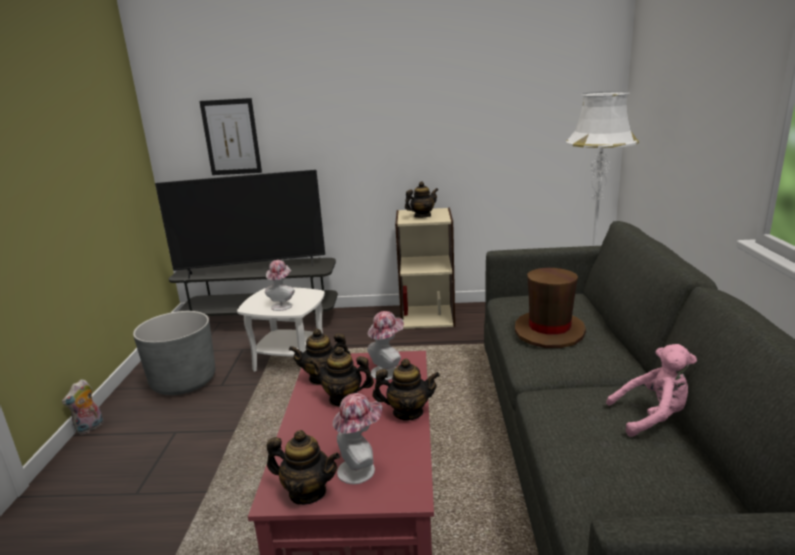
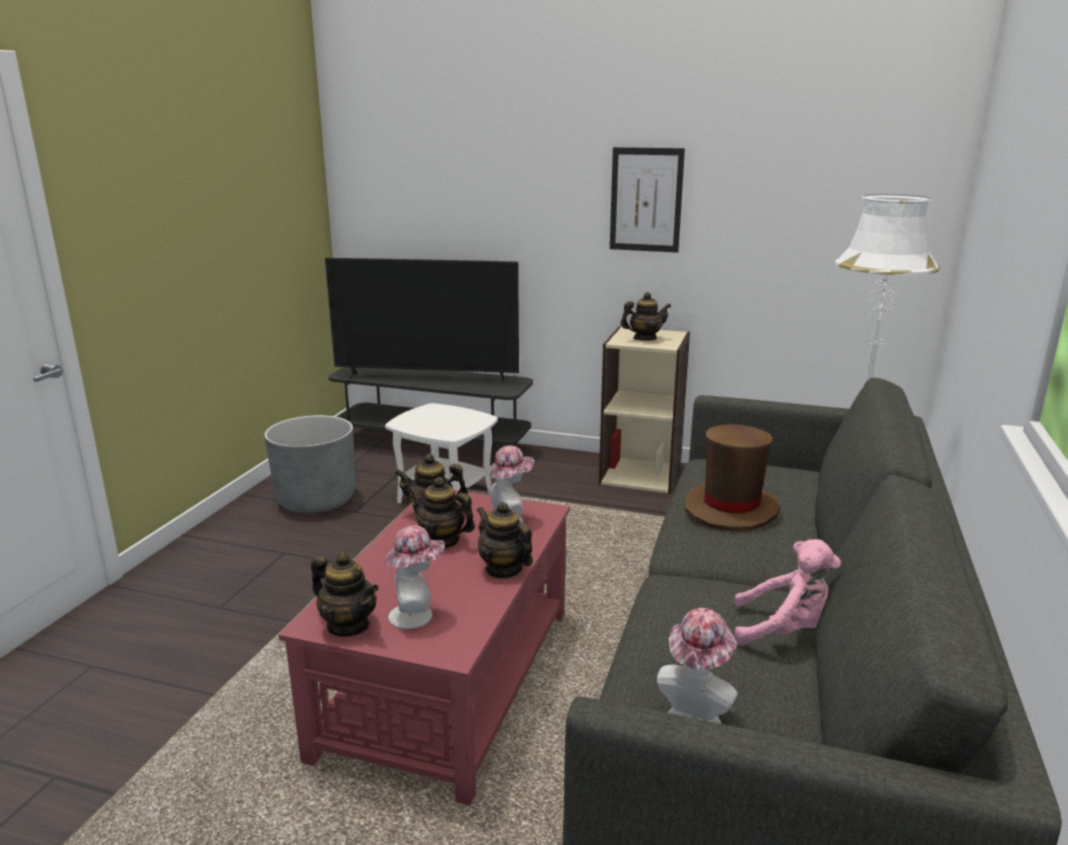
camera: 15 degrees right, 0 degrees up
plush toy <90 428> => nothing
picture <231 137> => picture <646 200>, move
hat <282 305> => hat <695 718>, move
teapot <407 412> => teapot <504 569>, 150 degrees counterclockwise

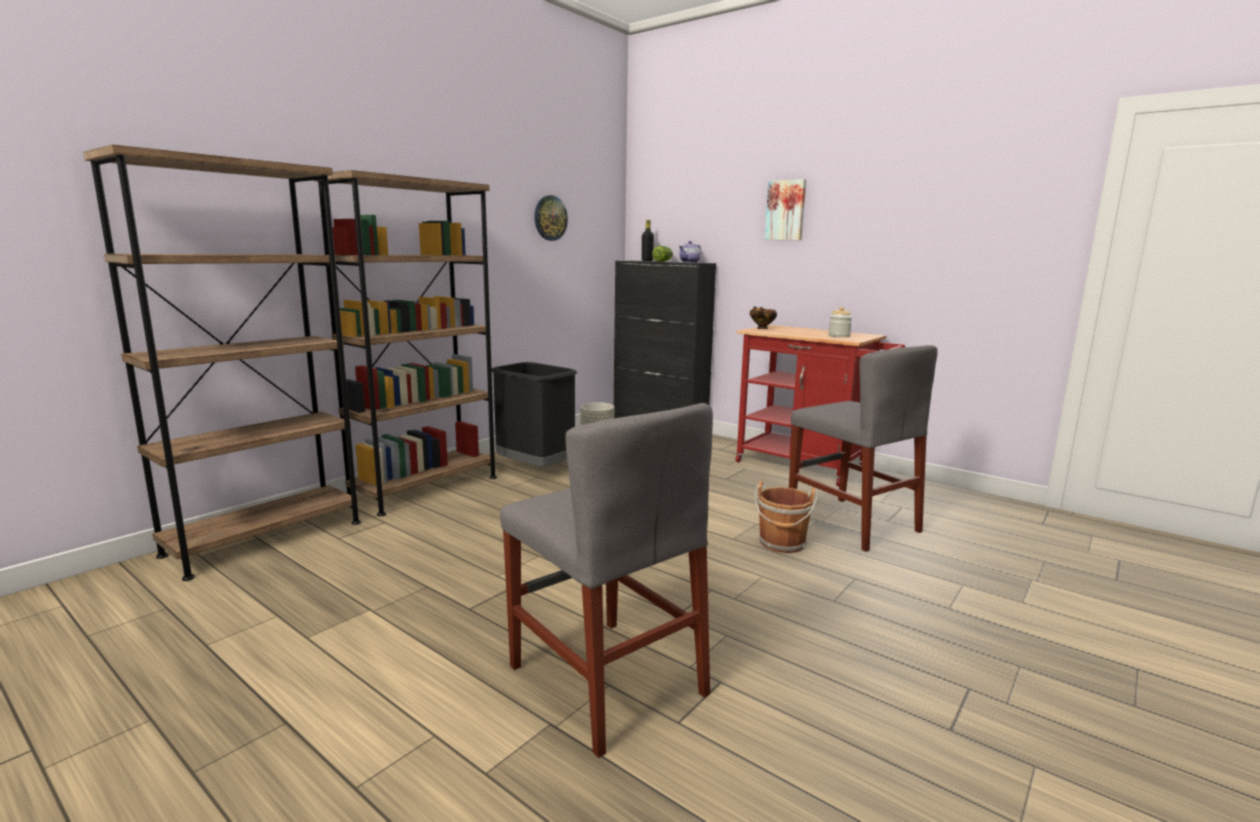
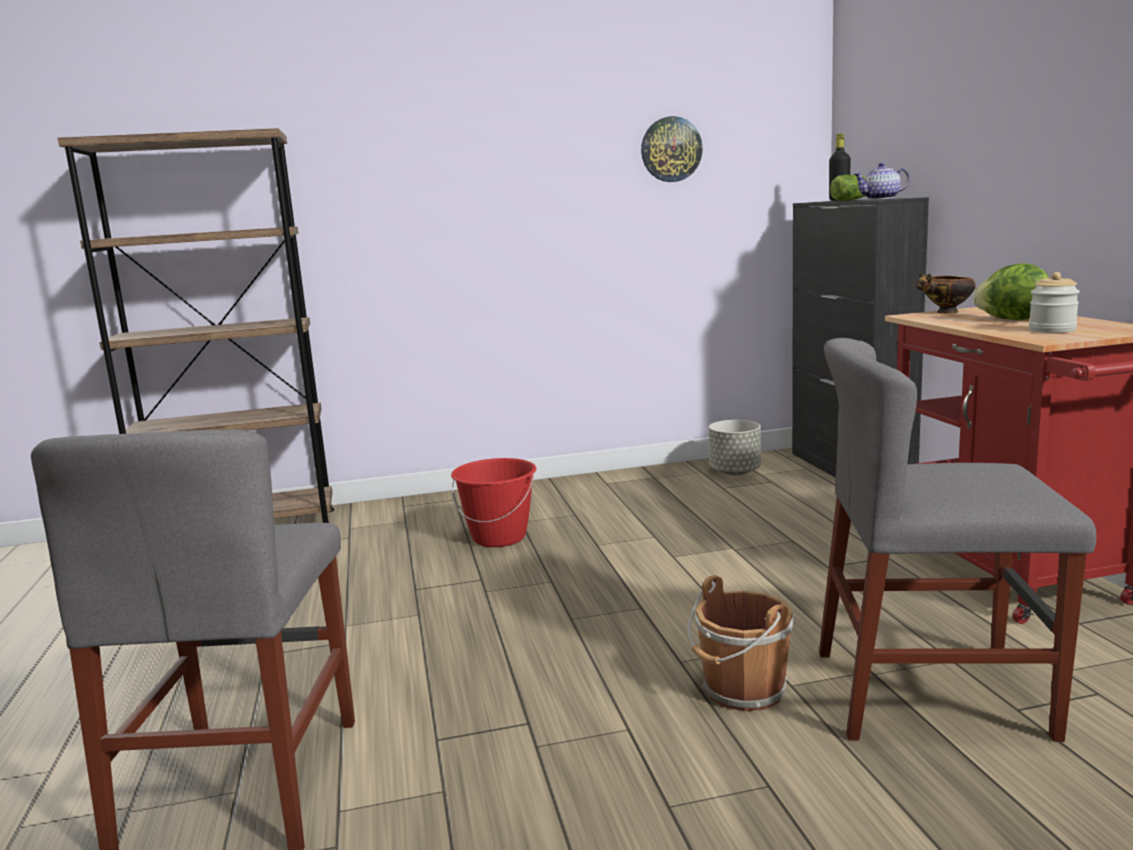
camera: 40 degrees right, 0 degrees up
bookcase/brown <425 488> => nothing
trash can/black <535 469> => nothing
picture <786 210> => nothing
nothing => bucket/red <499 537>
nothing => lettuce <1012 320>
chair/grey <852 523> => chair/grey <930 693>, 90 degrees clockwise

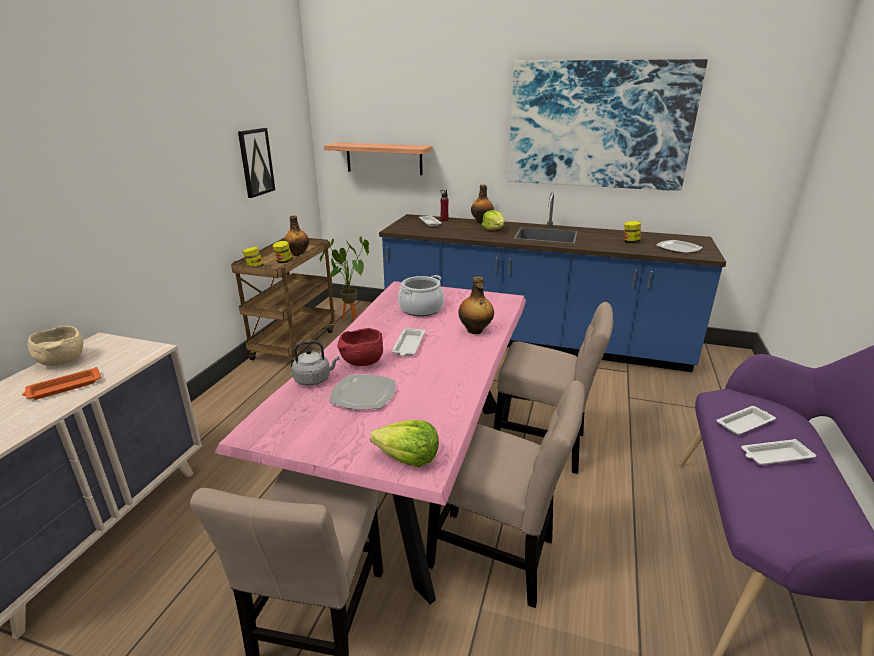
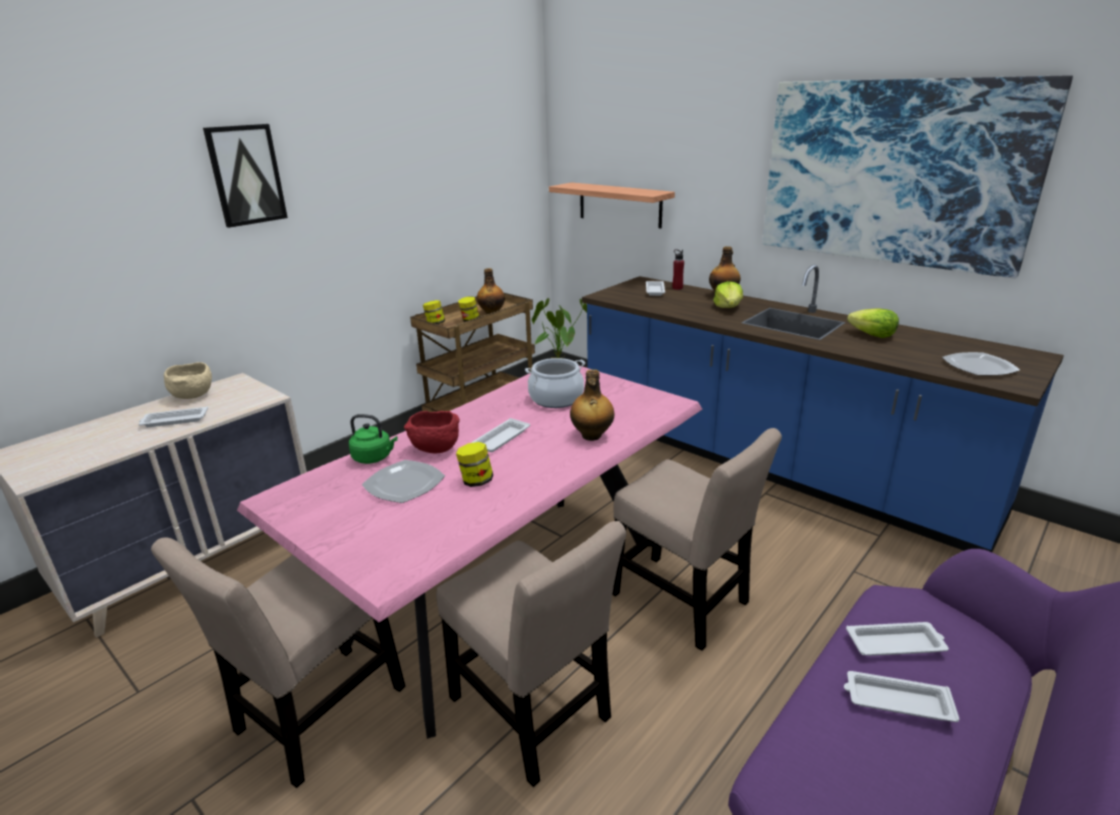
camera: 25 degrees right, 0 degrees up
picture <256 162> => picture <246 175>, move
lettuce <408 458> => lettuce <872 335>, move
jar <630 242> => jar <476 481>, move
tray/orange <63 387> => tray/white <174 420>
kettle/grey <314 379> => kettle/green <374 458>

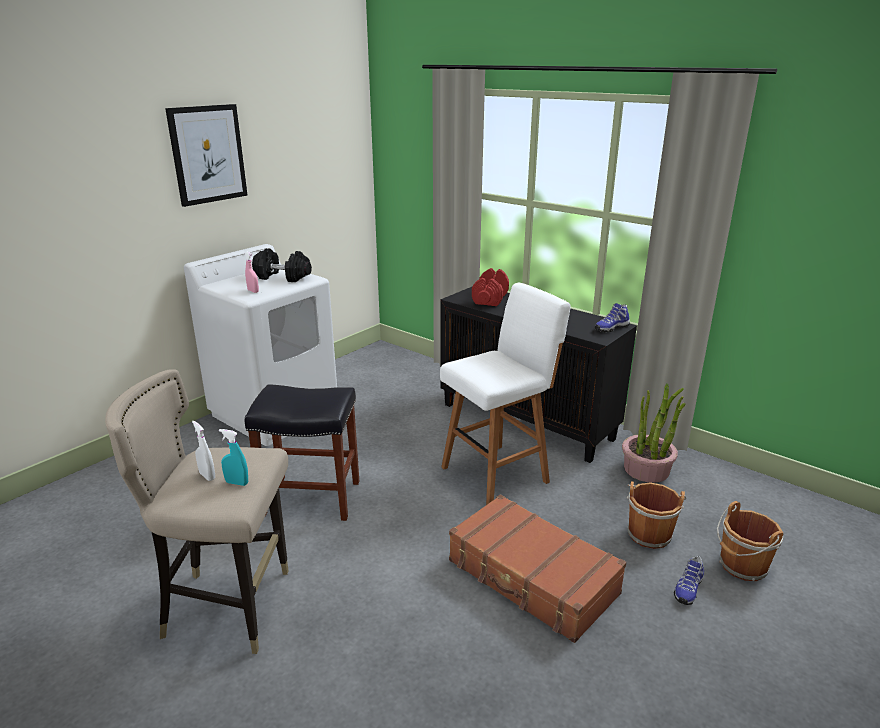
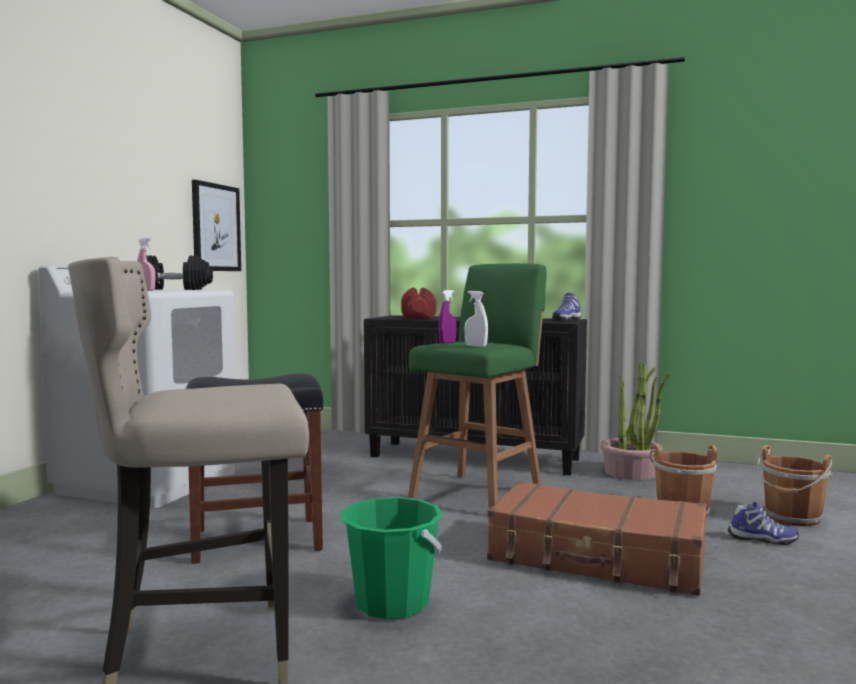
camera: 20 degrees left, 20 degrees down
spray bottle/turquoise <237 483> => nothing
nothing => bucket/green <392 603>
nothing => spray bottle/purple <447 342>
picture <207 154> => picture <215 227>, move
spray bottle/white <207 476> => spray bottle/white <476 346>, move
stool/white <497 473> => stool/green <478 493>
shoe <687 589> => shoe <762 540>, 90 degrees counterclockwise

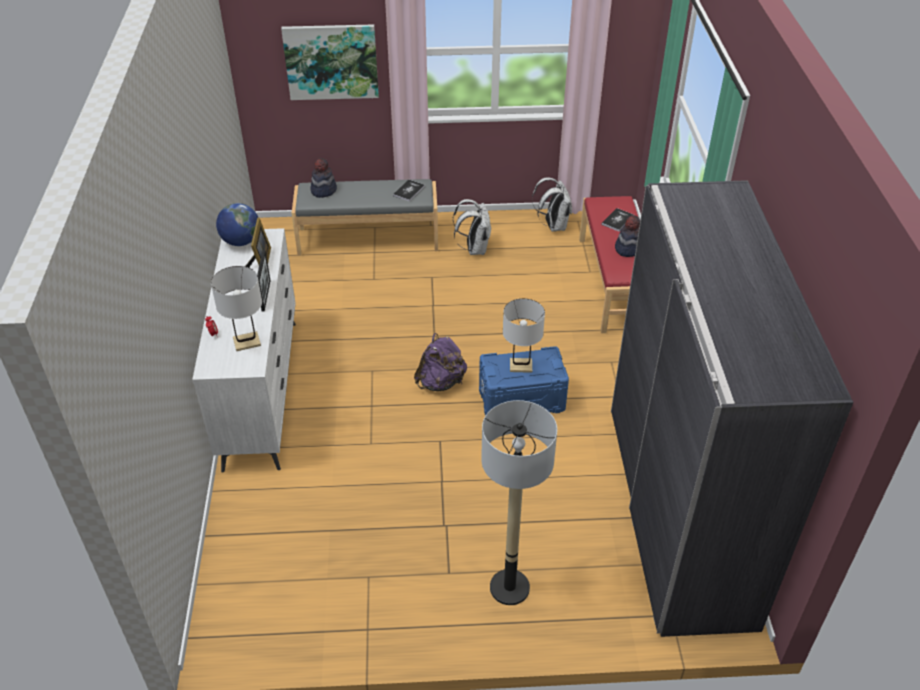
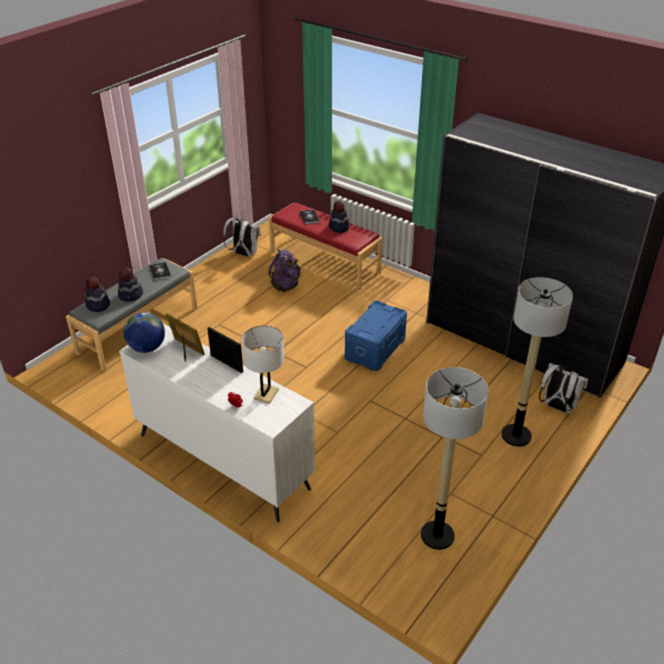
camera: 50 degrees left, 5 degrees down
picture <331 61> => nothing
table lamp/white <521 366> => nothing
nothing => hat <131 295>
nothing => floor lamp <437 536>
backpack/purple <441 382> => backpack/purple <285 286>, move
backpack/white <474 249> => backpack/white <557 407>, move

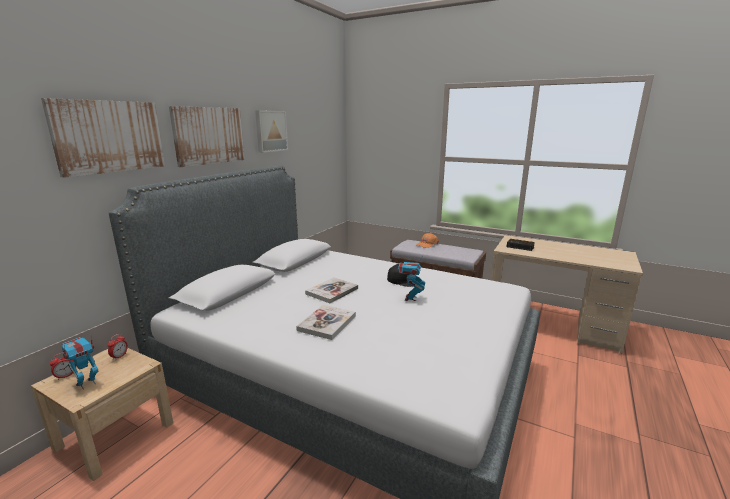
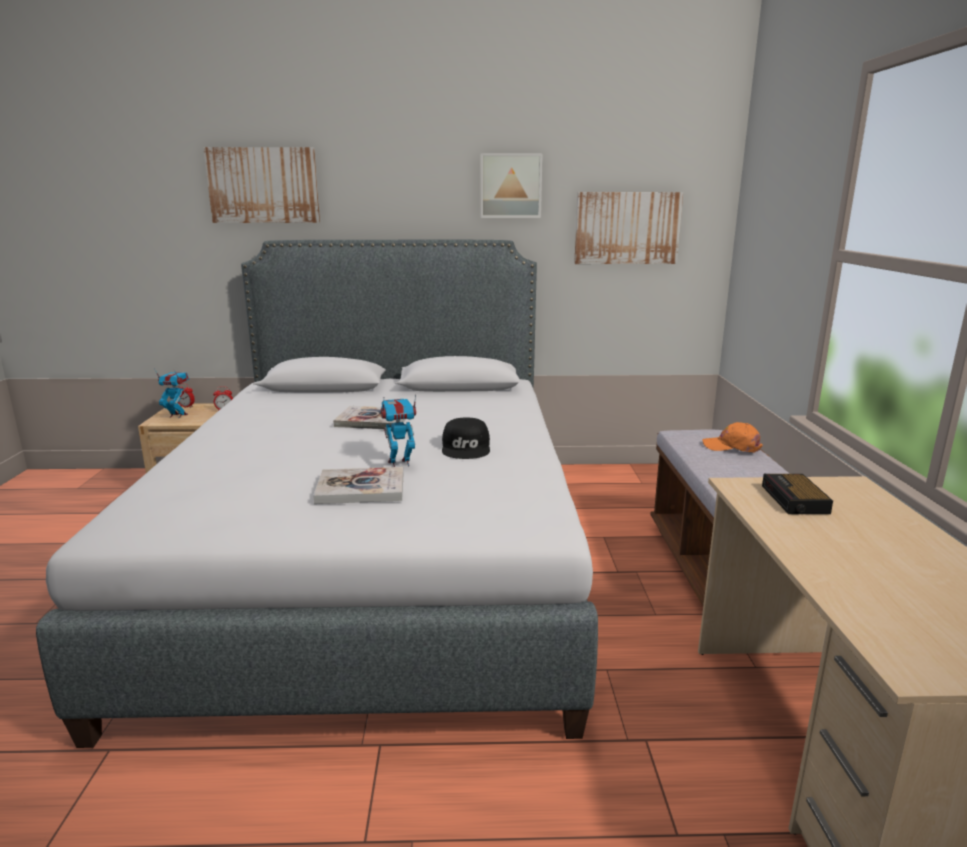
camera: 60 degrees right, 0 degrees up
picture <209 135> => picture <627 228>, move
book <327 323> => book <361 488>, move

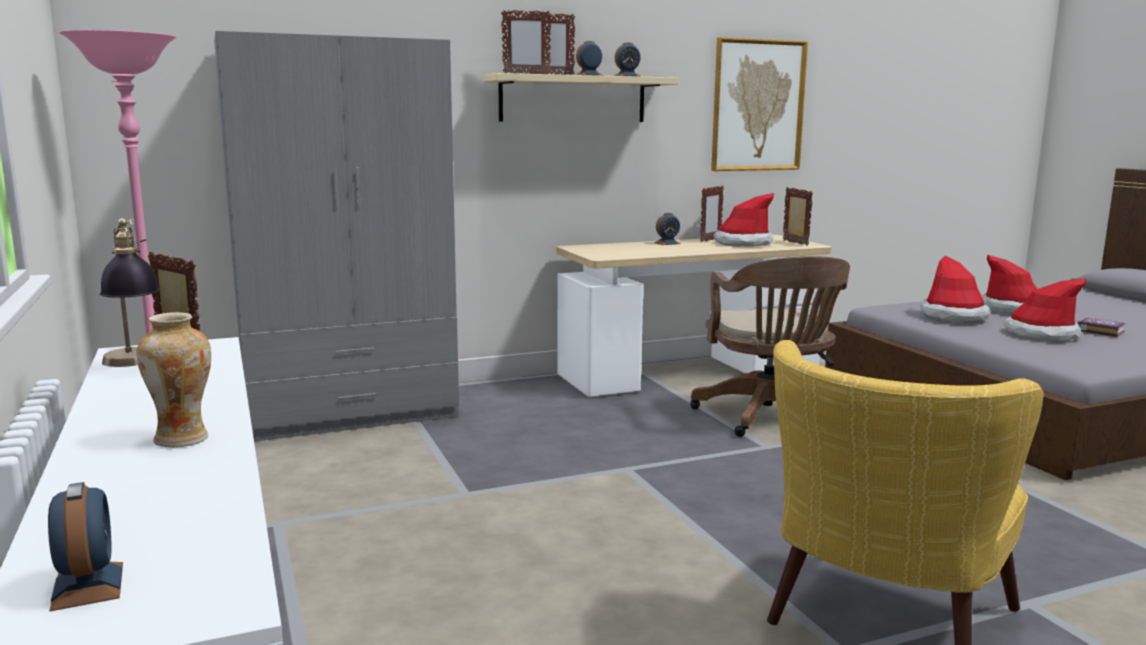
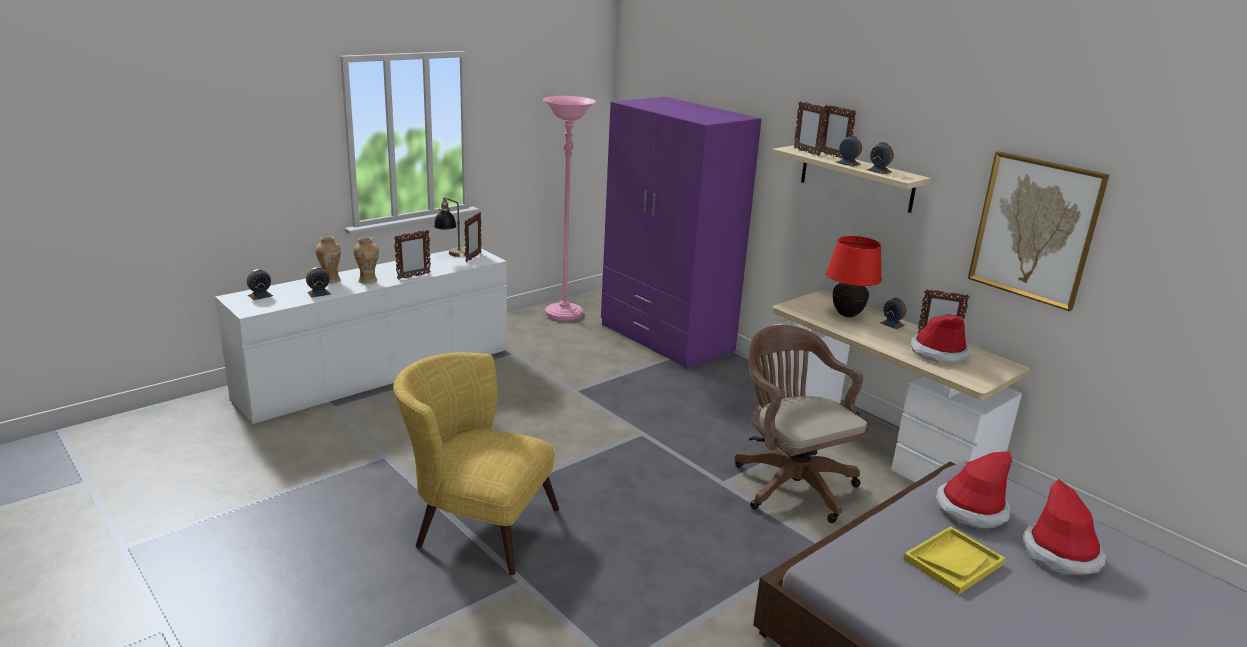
camera: 70 degrees right, 10 degrees up
book <1099 331> => nothing
nothing => alarm clock <319 293>
nothing => vase <331 280>
nothing => table lamp/red <847 314>
picture frame <795 243> => picture frame <413 276>, move
hat <1040 334> => tray/yellow <953 561>
wardrobe/grey <351 412> => wardrobe/purple <666 338>
office chair/brown <769 418> => office chair/brown <790 483>, 90 degrees clockwise

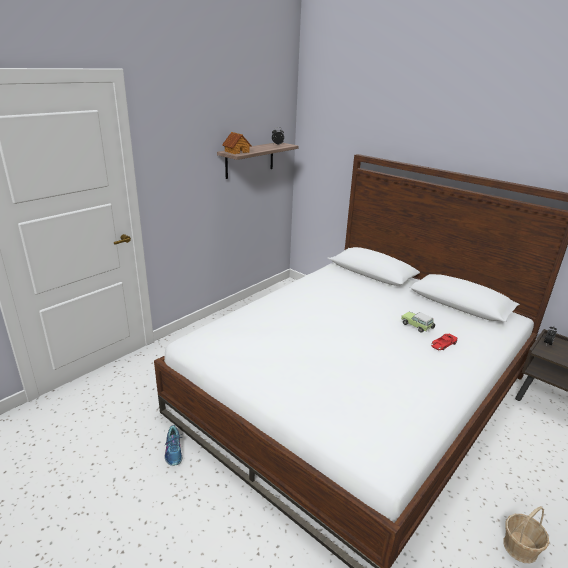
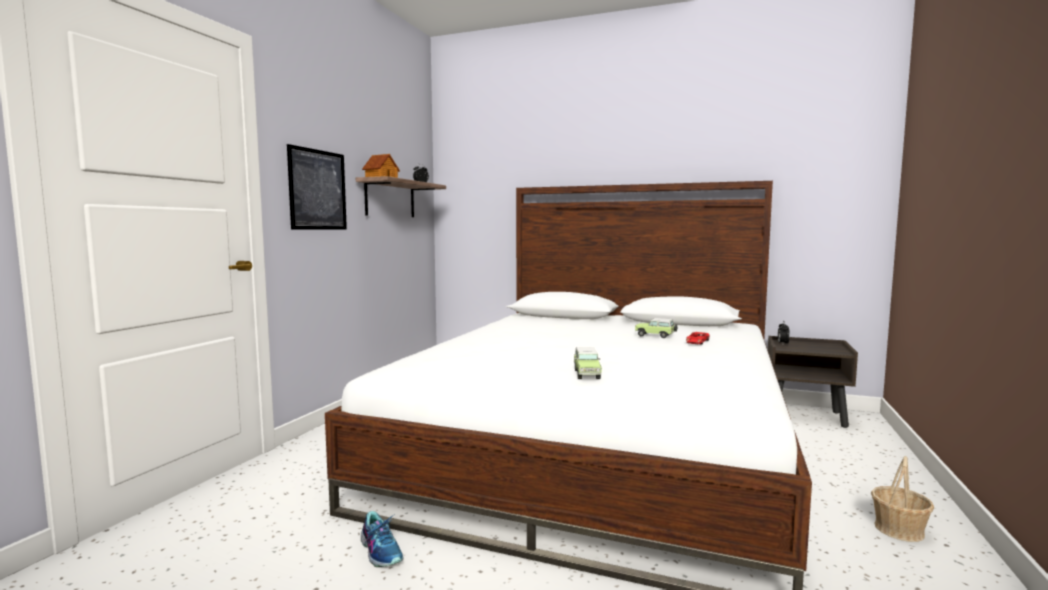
camera: 20 degrees left, 20 degrees down
nothing => picture <318 190>
nothing => toy car <586 374>

